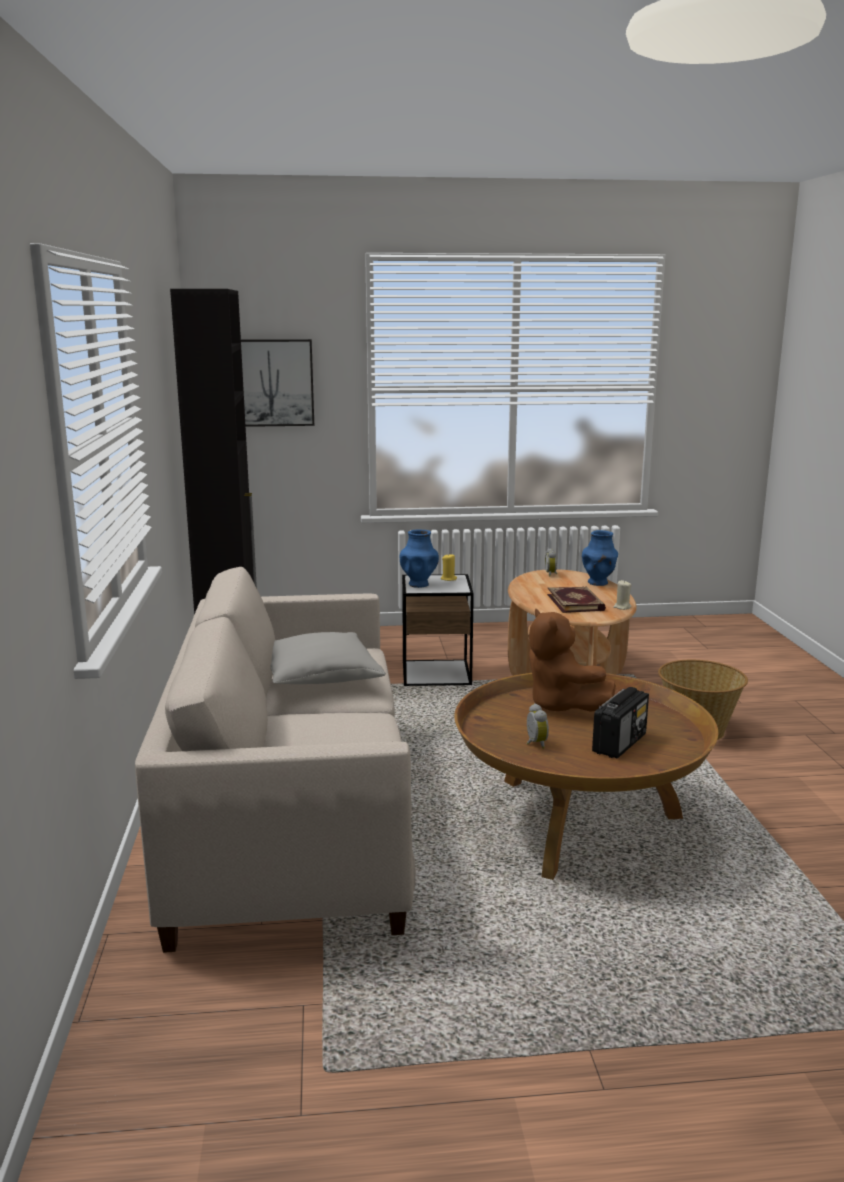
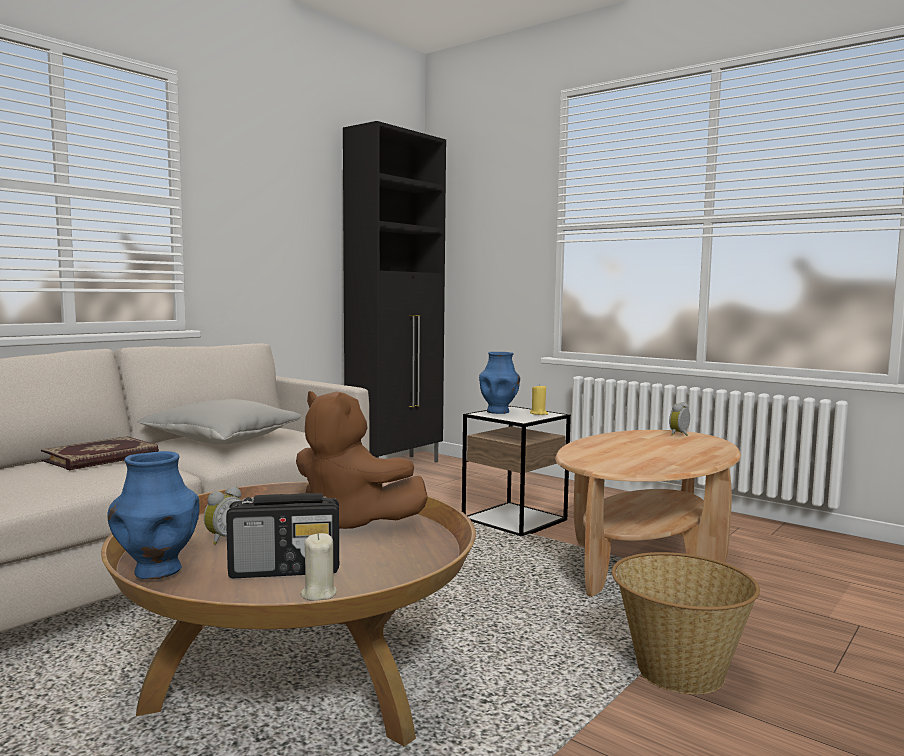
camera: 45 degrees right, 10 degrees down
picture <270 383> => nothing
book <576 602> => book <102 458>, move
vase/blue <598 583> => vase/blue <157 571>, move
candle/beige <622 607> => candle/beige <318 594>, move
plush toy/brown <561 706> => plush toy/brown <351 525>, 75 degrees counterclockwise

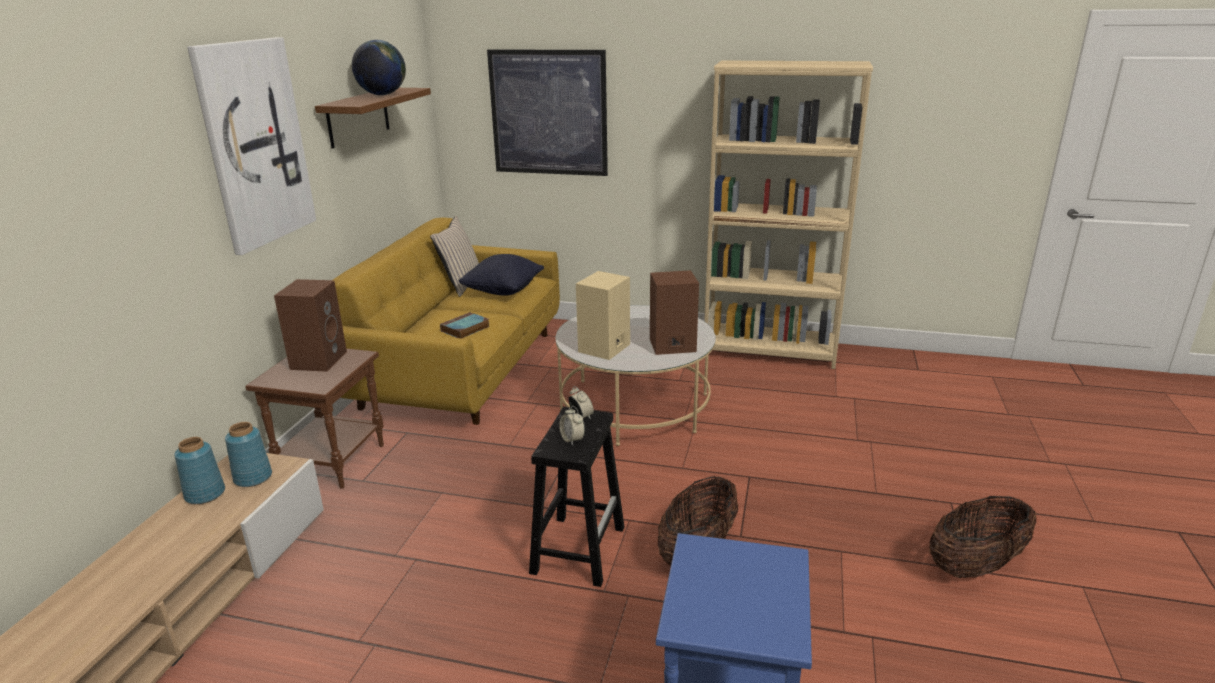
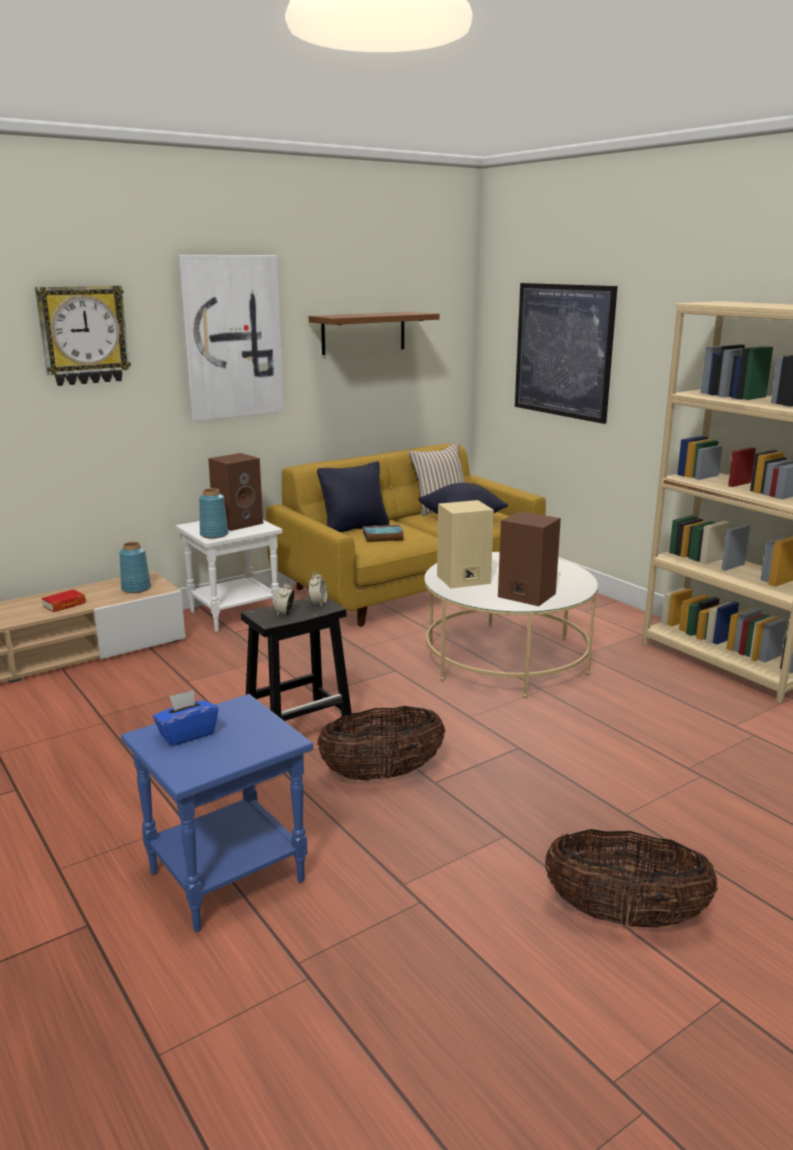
camera: 40 degrees right, 5 degrees down
globe <382 95> => nothing
nothing => wall clock <83 335>
nothing => book <64 605>
nothing => tissue box/blue <187 734>
nothing => pillow/black <354 527>
vase/blue <205 494> => vase/blue <214 534>, move
side table/brown <332 461> => side table/white <234 613>

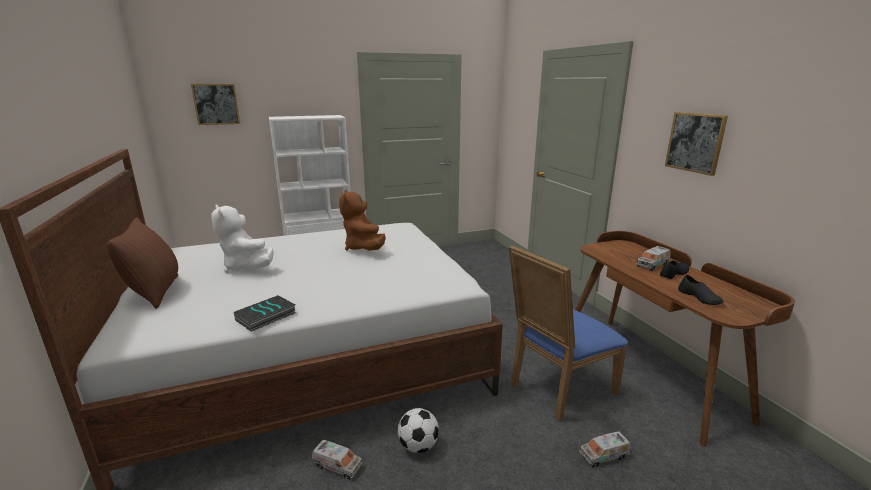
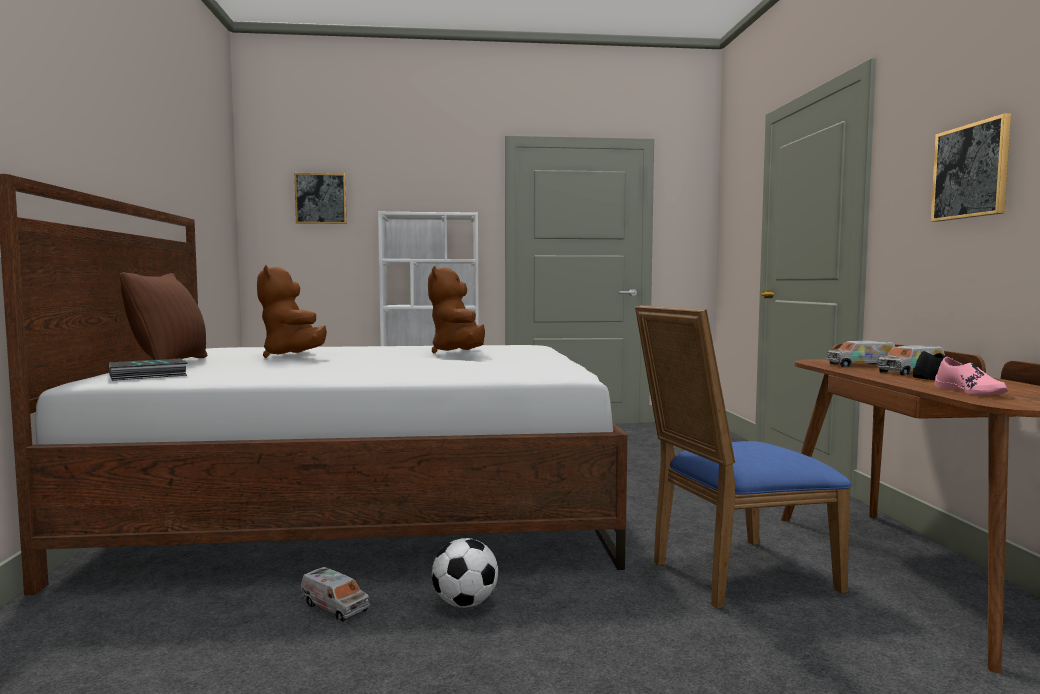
camera: 15 degrees right, 15 degrees down
book <266 317> => book <147 375>, move
toy truck <604 455> => toy truck <861 365>, move
plush toy/white <246 267> => plush toy/brown <293 356>
shoe/black <699 297> => shoe/pink <970 391>

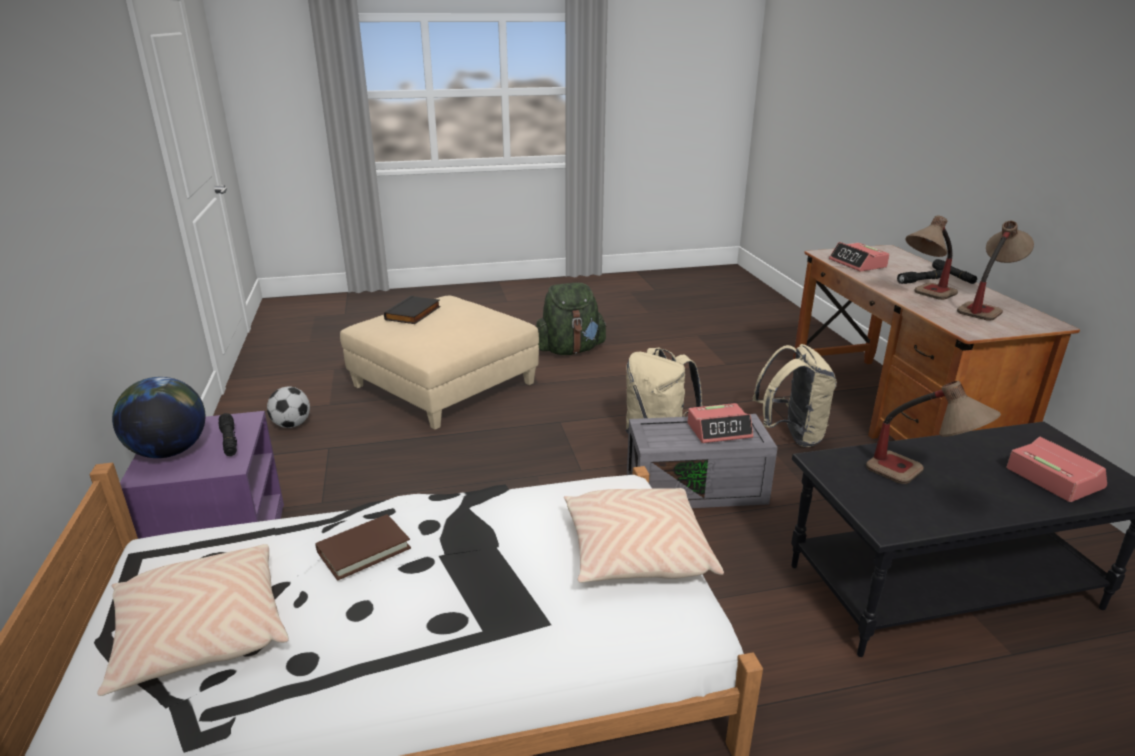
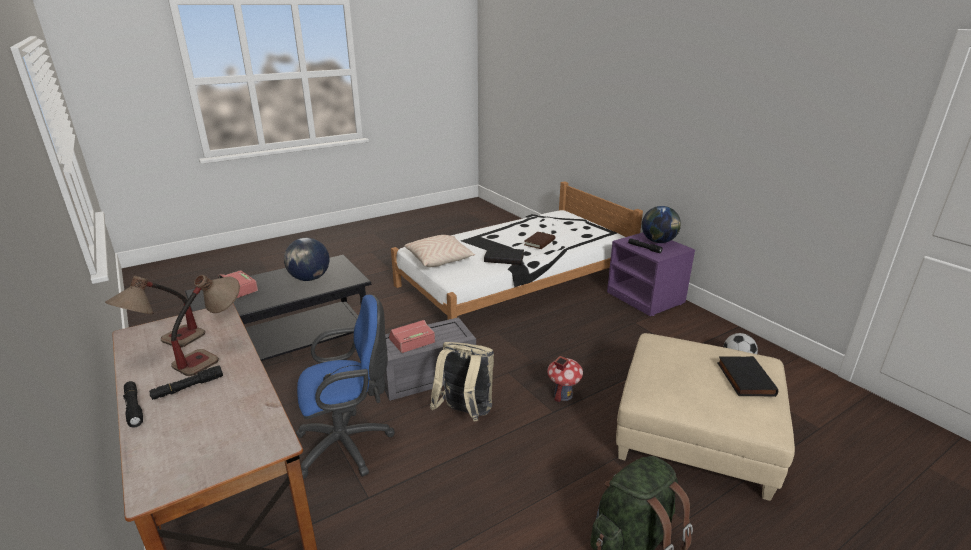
camera: 160 degrees right, 0 degrees up
pillow/beige <202 634> => nothing
alarm clock <858 264> => nothing
nothing => book/black <504 258>
nothing => toy house <563 394>
backpack/beige <791 435> => office chair/blue <349 445>
table lamp <920 480> => globe <309 278>

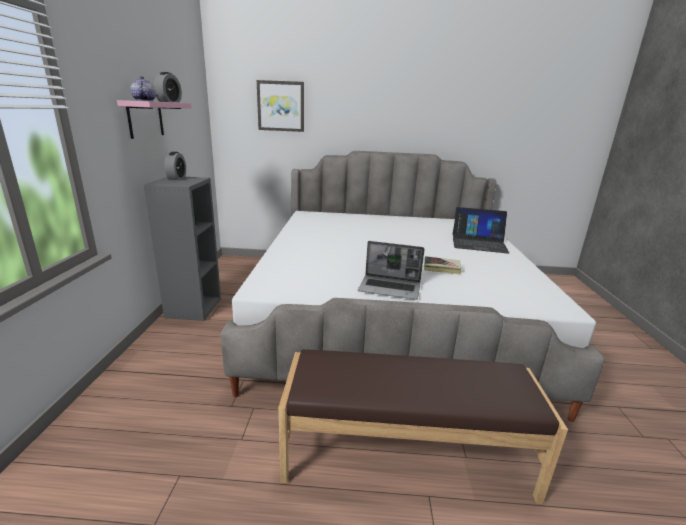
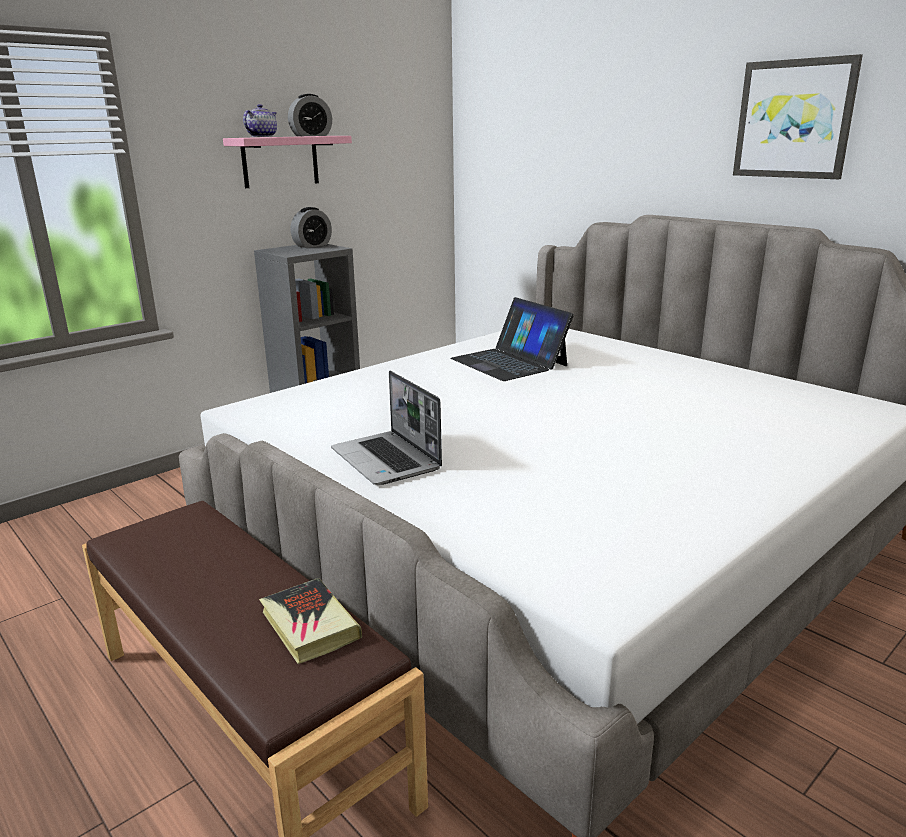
camera: 45 degrees right, 0 degrees up
picture <281 106> => picture <794 119>, move
book <442 268> => book <309 625>, move
laptop <478 243> => laptop <509 362>, move

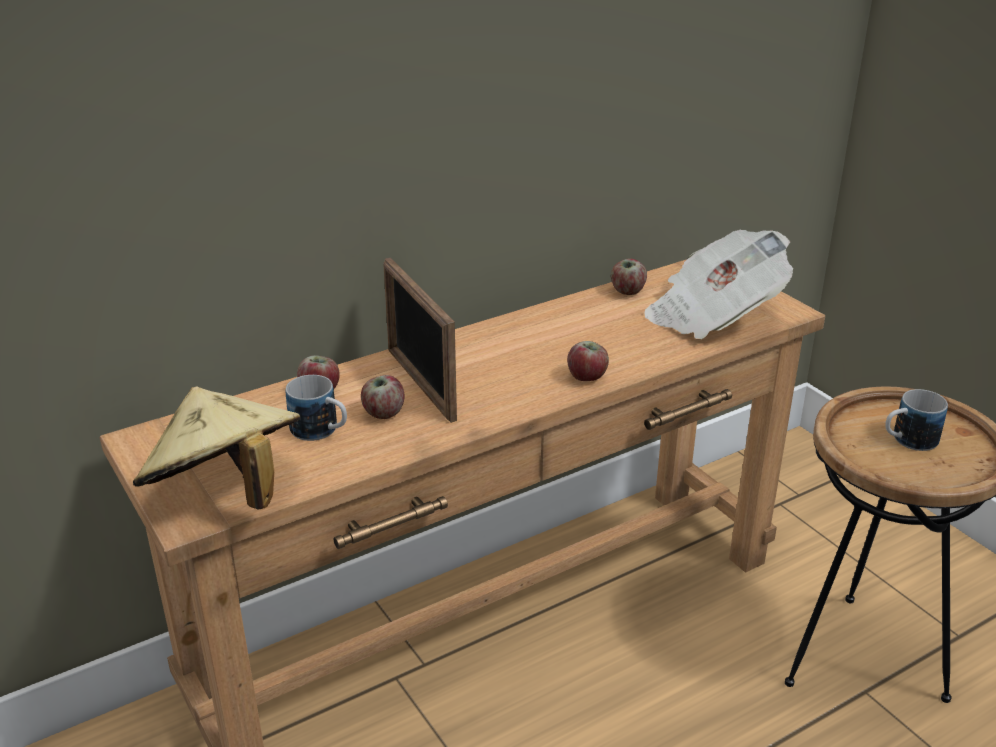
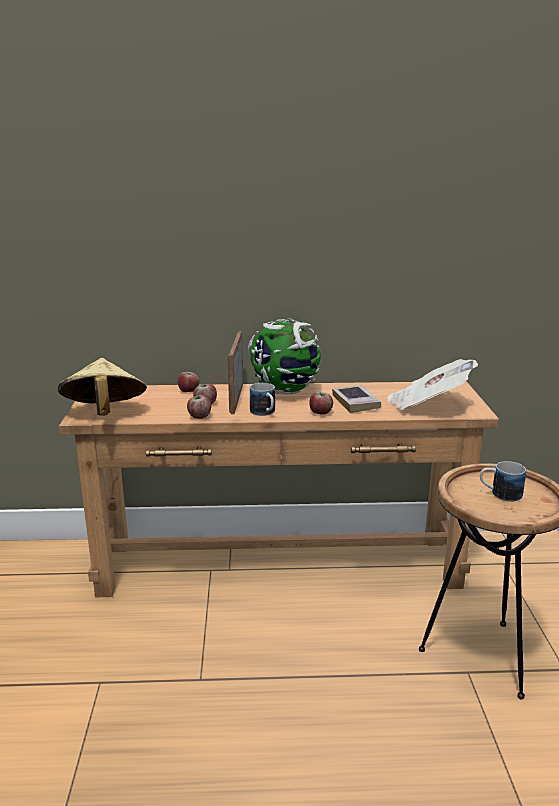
camera: 30 degrees right, 10 degrees down
nothing => globe <285 391>
nothing => book <356 402>
mug <321 432> => mug <265 413>, move
apple <627 291> => apple <199 417>, move

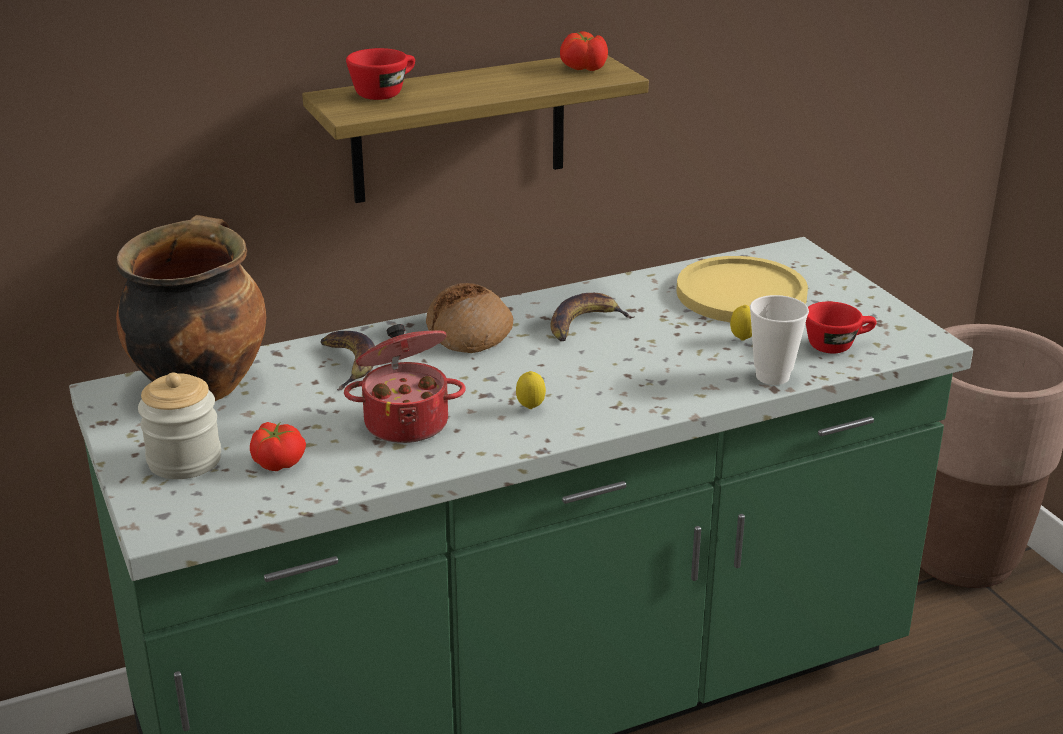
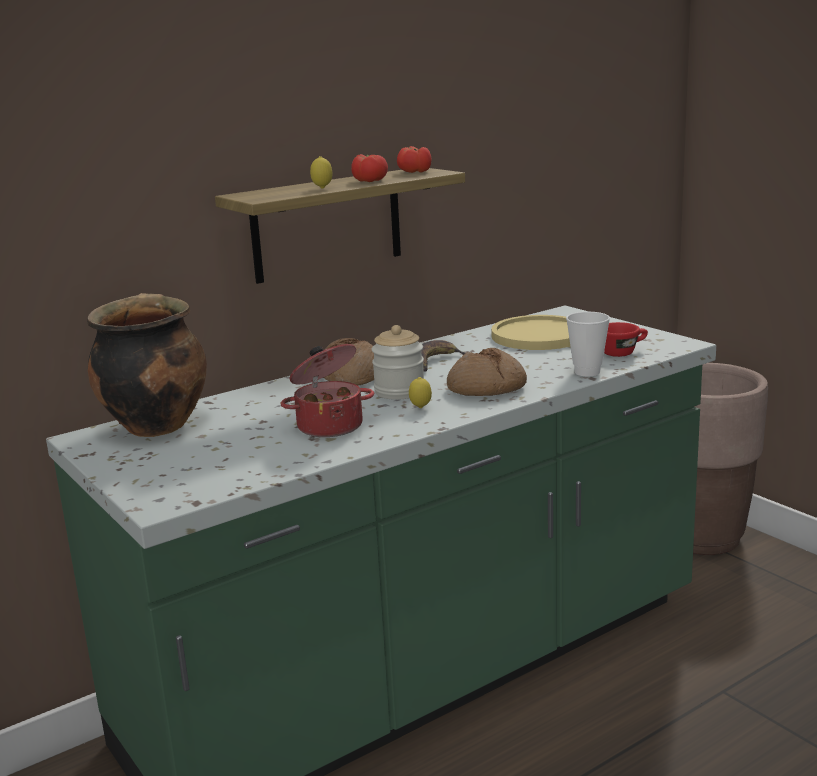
camera: 10 degrees left, 10 degrees down
banana <350 364> => nothing
cup/red <385 92> => nothing
nothing => bread <486 388>
jar <184 460> => jar <399 391>, move
tomato <279 462> => tomato <370 180>, move
lemon <742 340> => lemon <322 188>, move

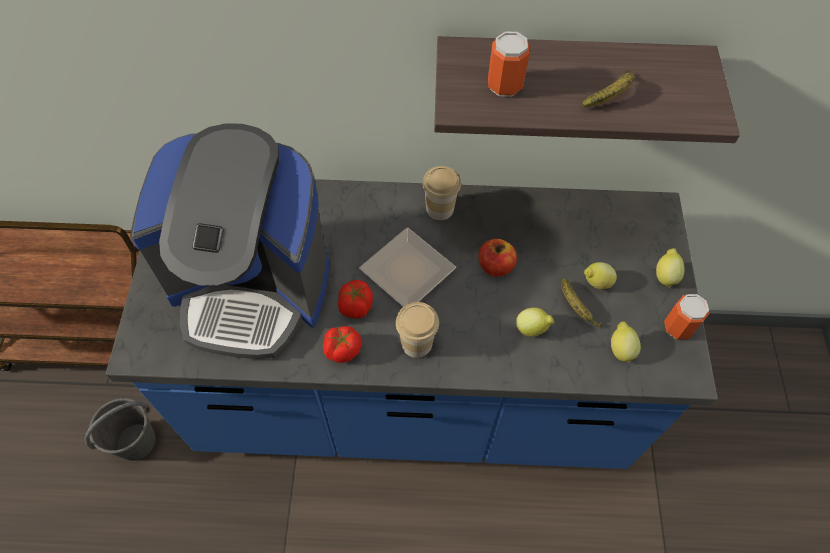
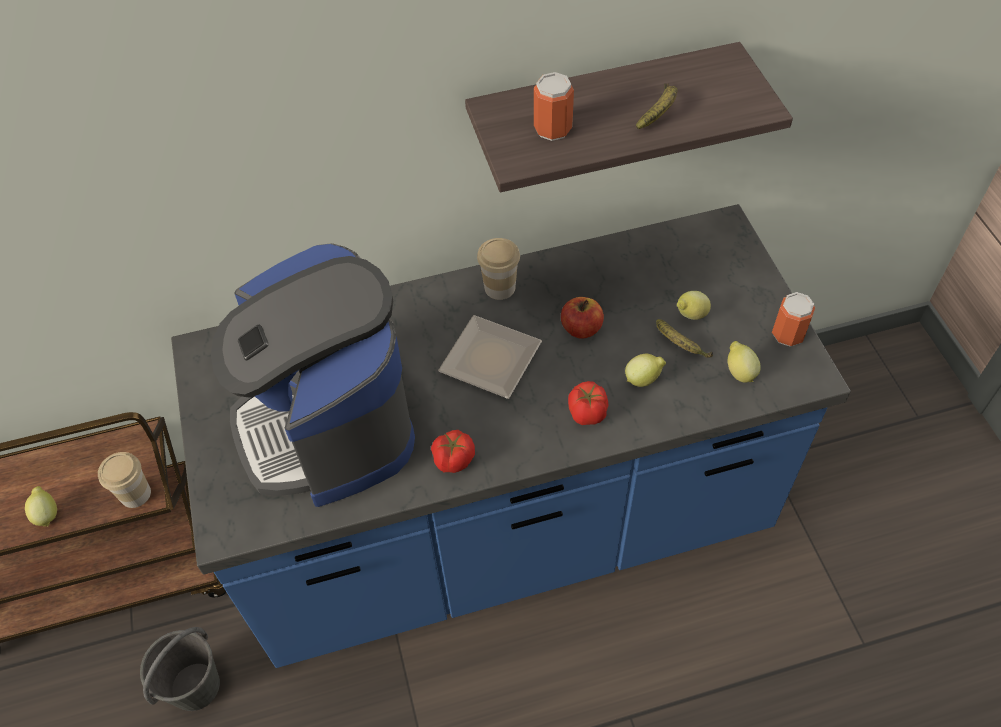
camera: 15 degrees left, 5 degrees down
tomato <355 306> => tomato <587 413>, move
cup <416 343> => cup <135 494>, move
lemon <665 275> => lemon <47 514>, move
coffee machine <253 288> => coffee machine <328 426>, 75 degrees clockwise

